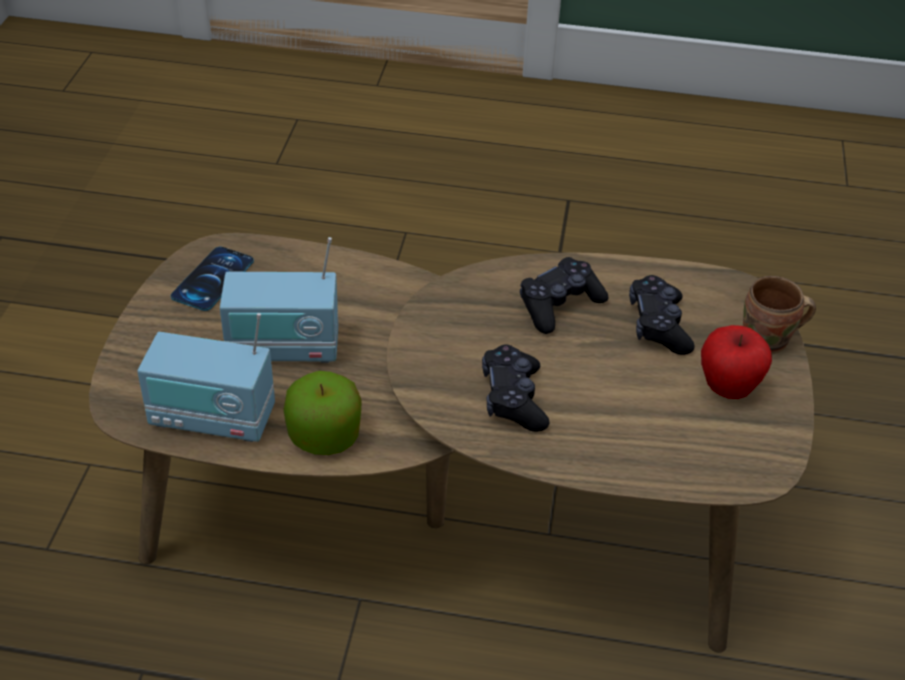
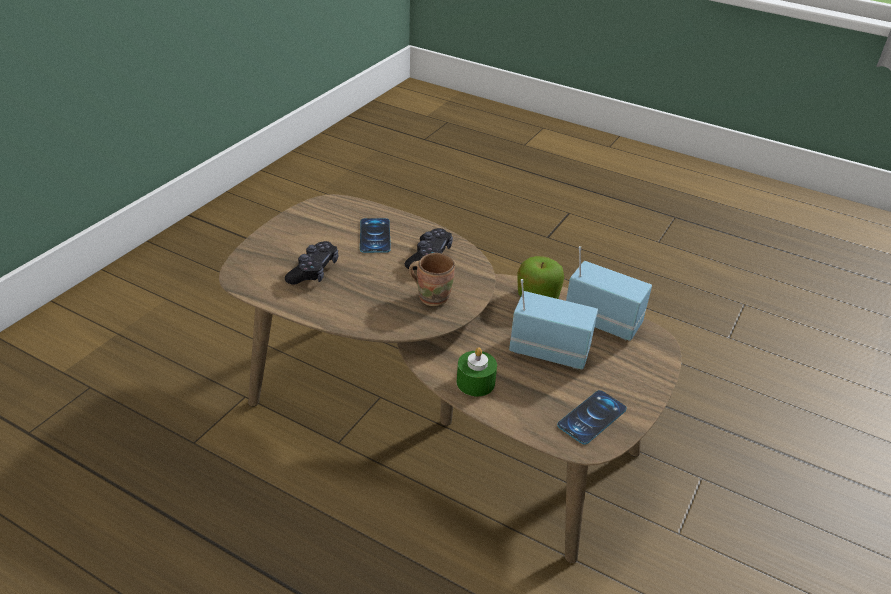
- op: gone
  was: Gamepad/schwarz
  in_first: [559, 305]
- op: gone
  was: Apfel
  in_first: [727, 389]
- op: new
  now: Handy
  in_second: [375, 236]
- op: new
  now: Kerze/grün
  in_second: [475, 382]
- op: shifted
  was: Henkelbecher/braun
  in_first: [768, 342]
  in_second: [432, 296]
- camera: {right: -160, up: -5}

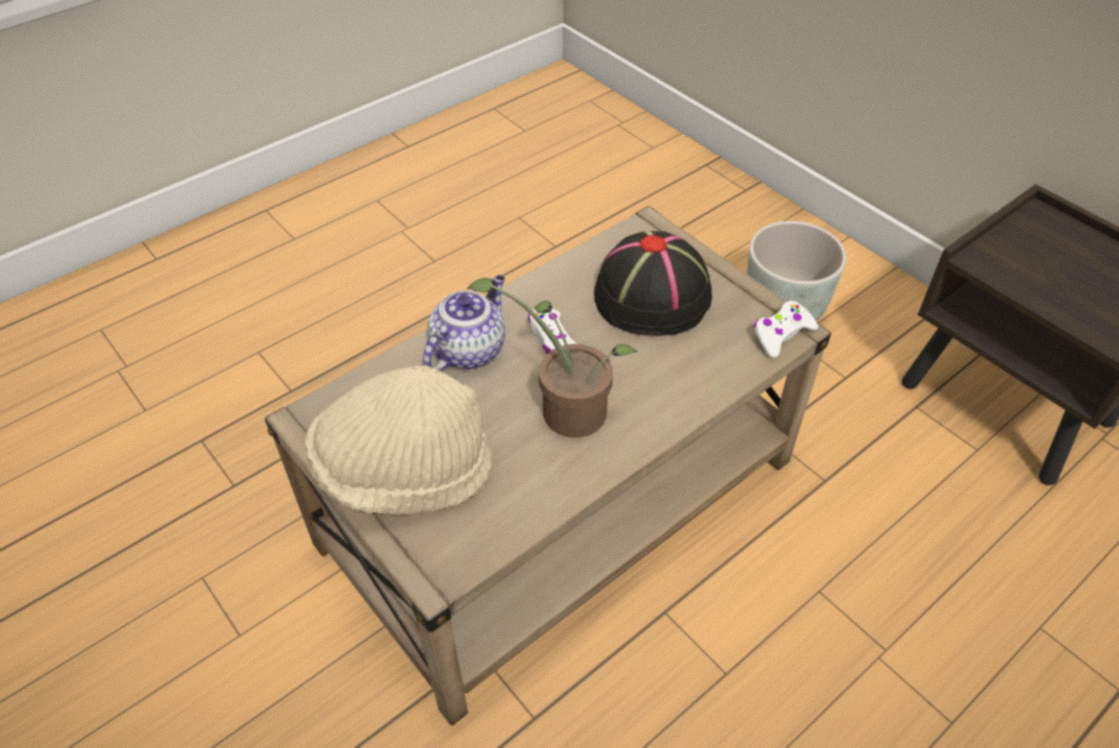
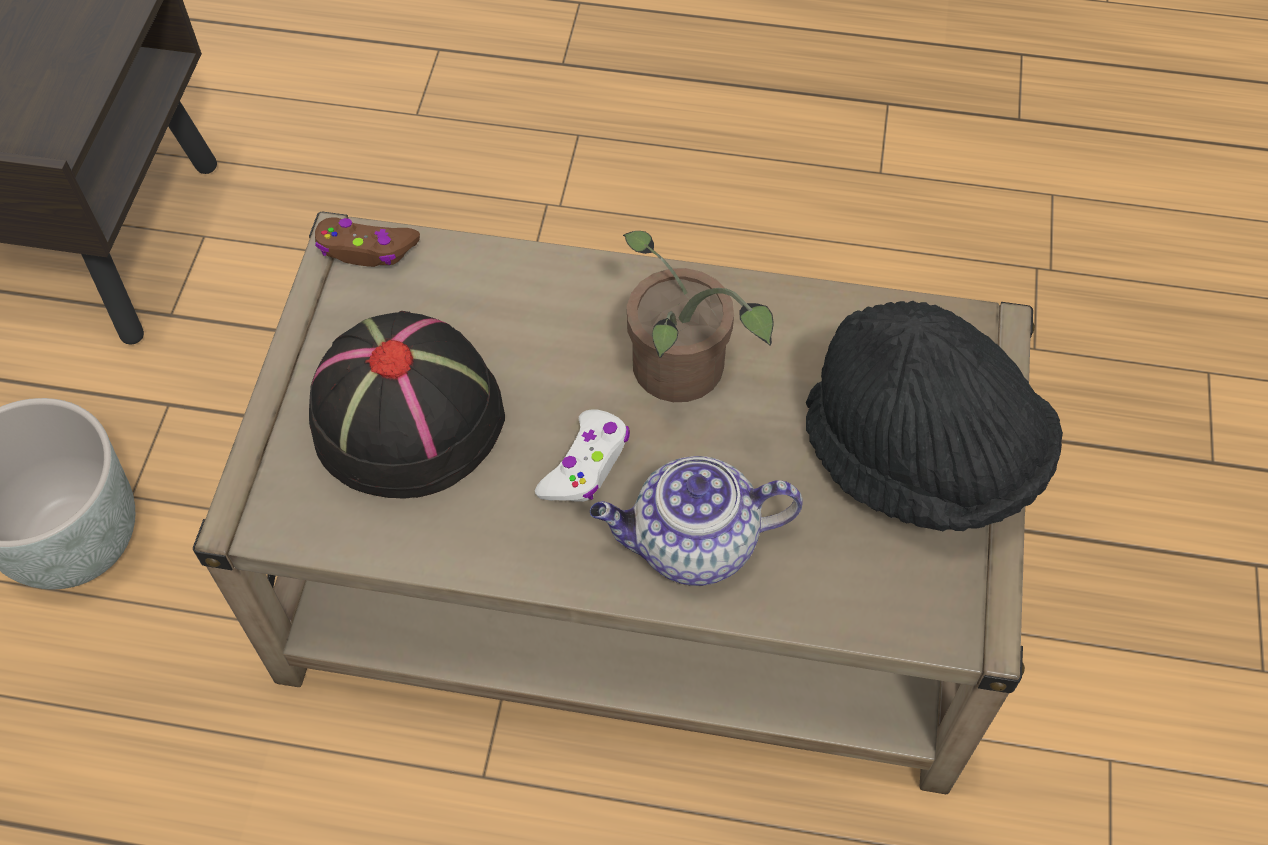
- op: repainted
  was: Hut/beige
  now: Hut/schwarz
  in_first: [404, 472]
  in_second: [921, 457]
- op: repainted
  was: Gamepad/weiß
  now: Gamepad/braun
  in_first: [781, 334]
  in_second: [366, 249]
- camera: {right: -130, up: 10}

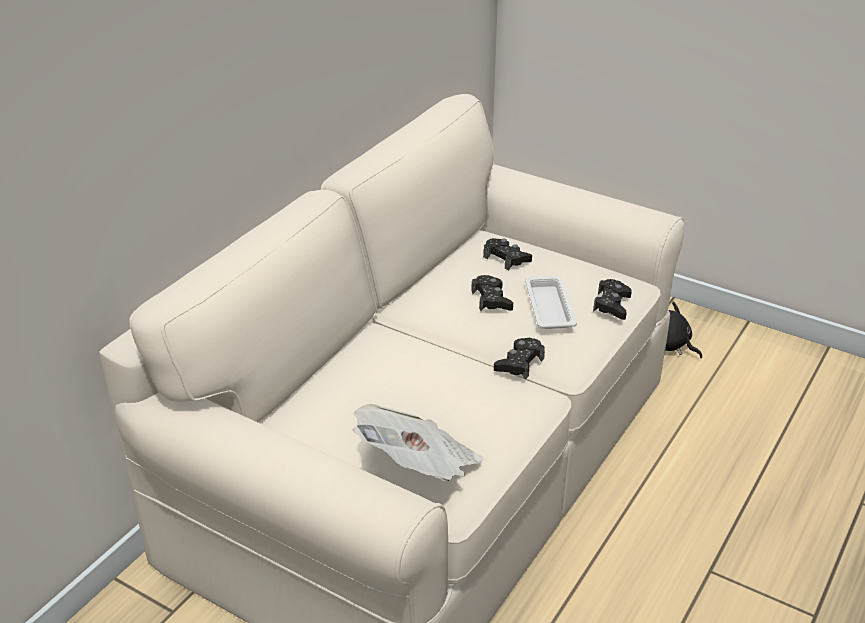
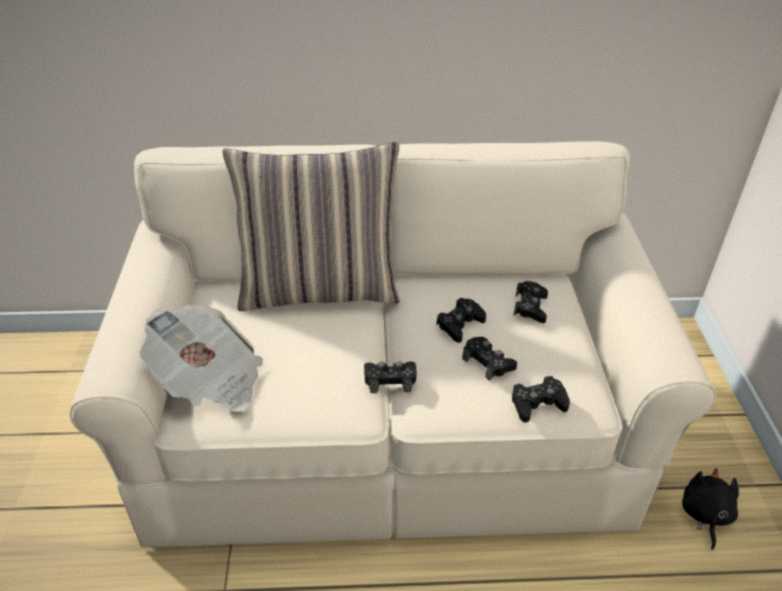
- op: new
  now: Kissen
  in_second: [320, 289]
- op: swapped
  was: Tablett/weiß
  now: Gamepad/schwarz
  in_first: [549, 306]
  in_second: [488, 362]
- camera: {right: 55, up: 5}

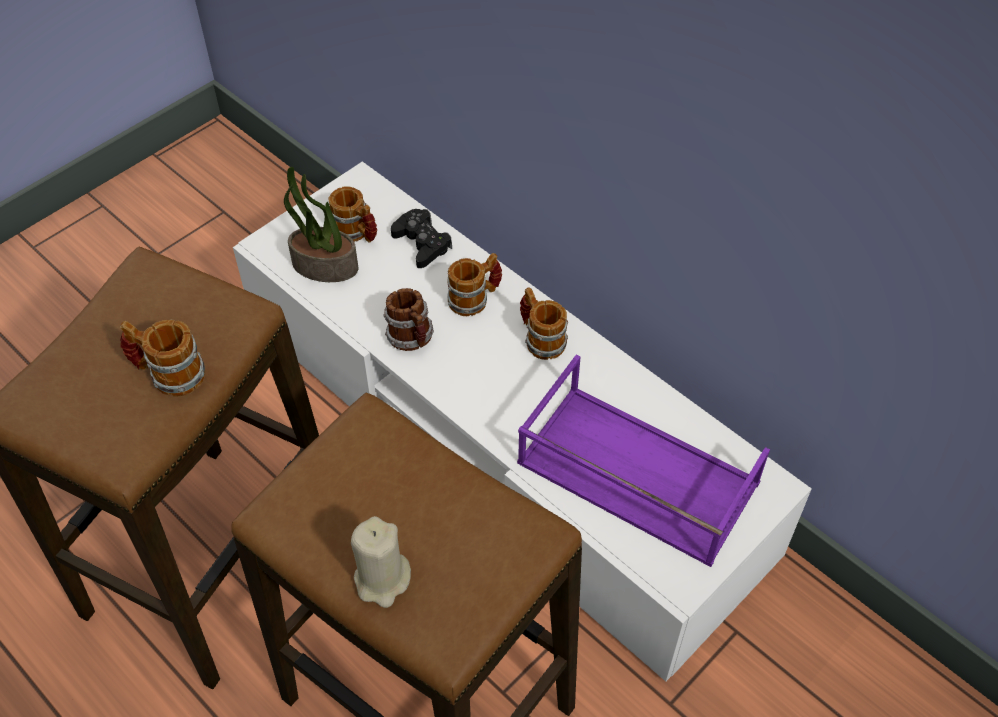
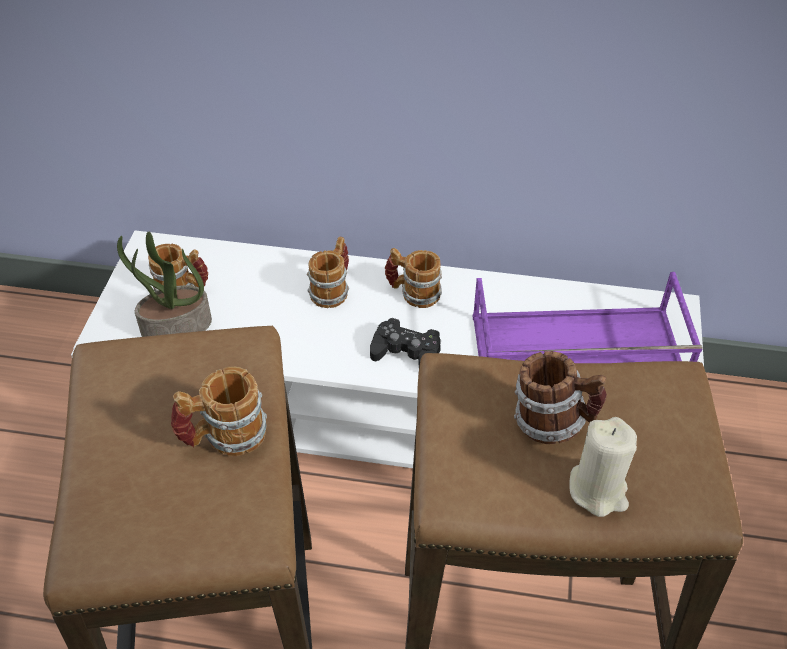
- op: shifted
  was: Henkelbecher
  in_first: [412, 339]
  in_second: [553, 423]
- op: shifted
  was: Gamepad/schwarz
  in_first: [422, 243]
  in_second: [406, 352]
- camera: {right: -35, up: -5}

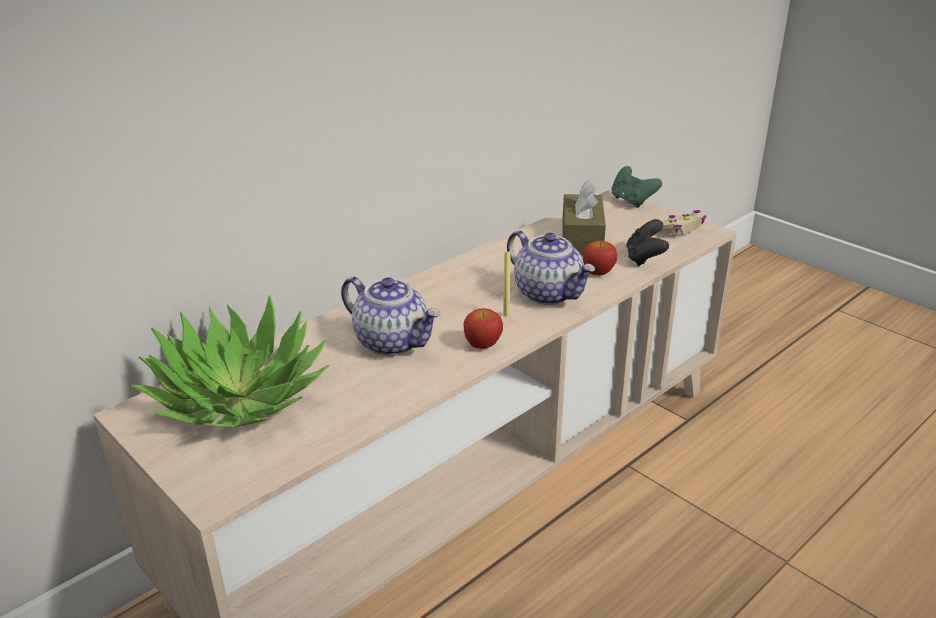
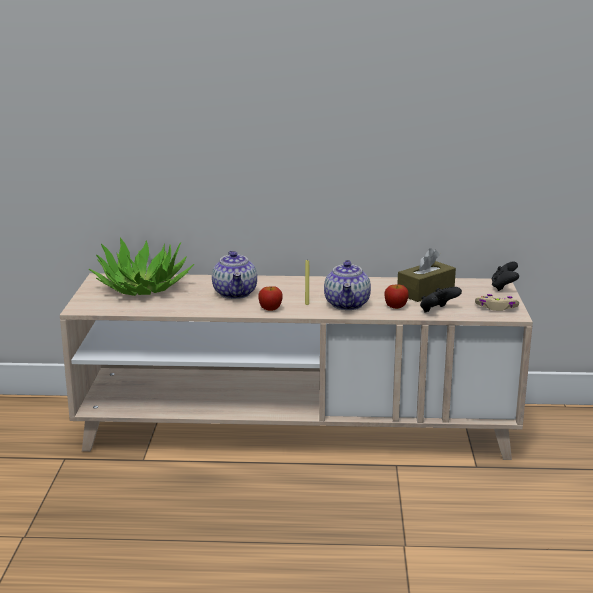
- op: repainted
  was: Gamepad/grün
  now: Gamepad/schwarz
  in_first: [632, 201]
  in_second: [504, 287]
- camera: {right: 45, up: -10}

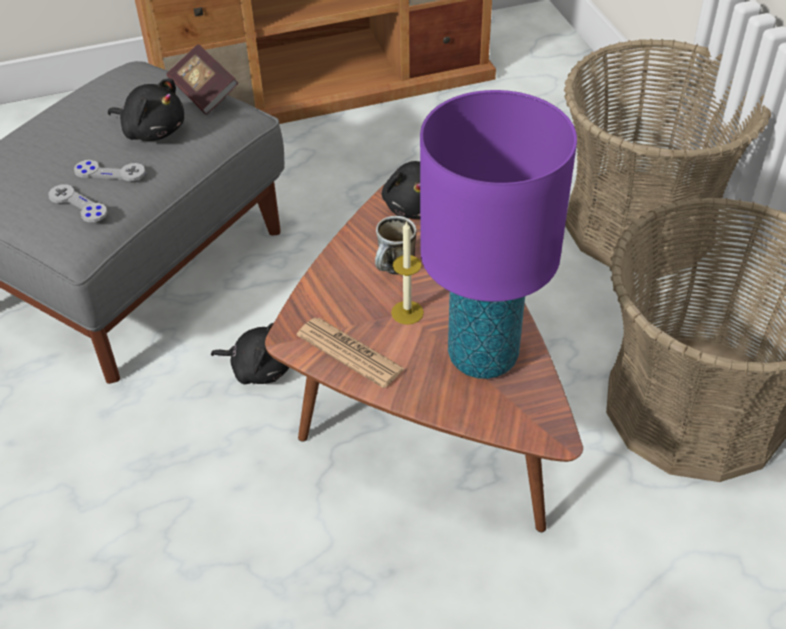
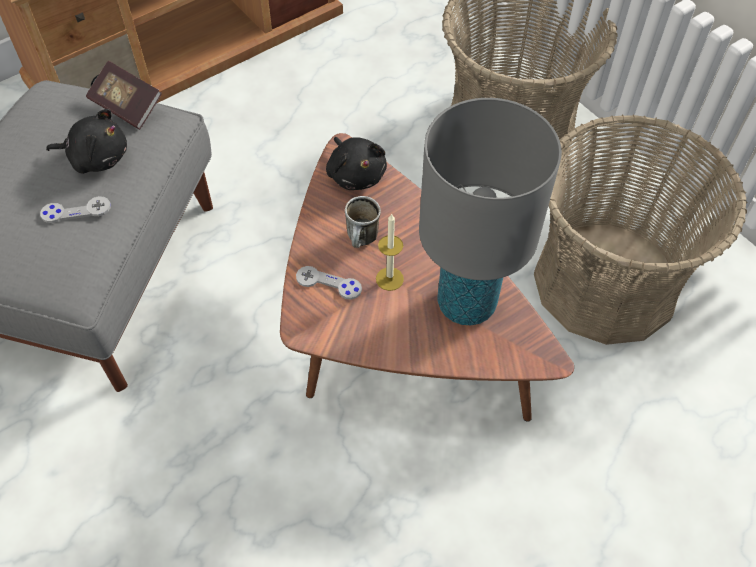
- op: gone
  was: Plüschtier/schwarz
  in_first: [259, 368]
- op: gone
  was: Zeitung
  in_first: [350, 352]
- op: shifted
  was: Gamepad/grau
  in_first: [78, 205]
  in_second: [328, 283]
- op: repainted
  was: Tischlampe/lila
  now: Tischlampe/grau
  in_first: [482, 356]
  in_second: [466, 303]
- camera: {right: -20, up: 10}

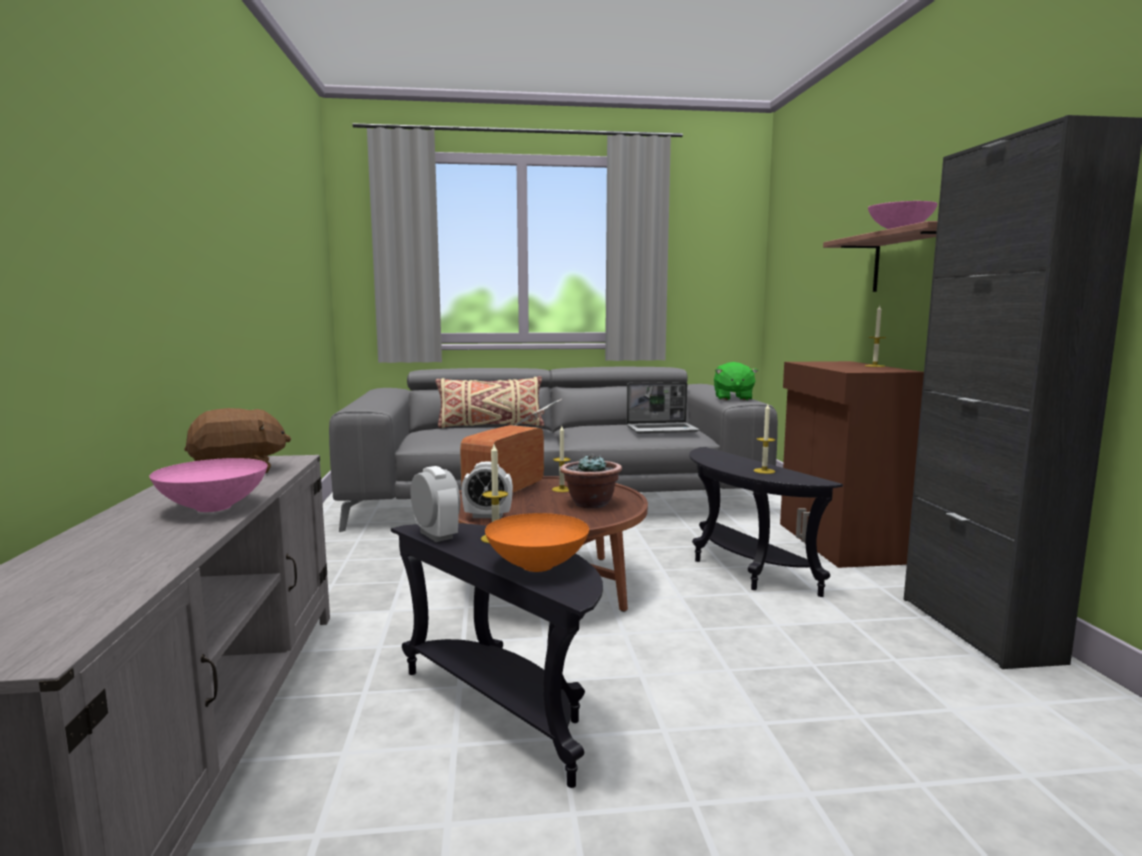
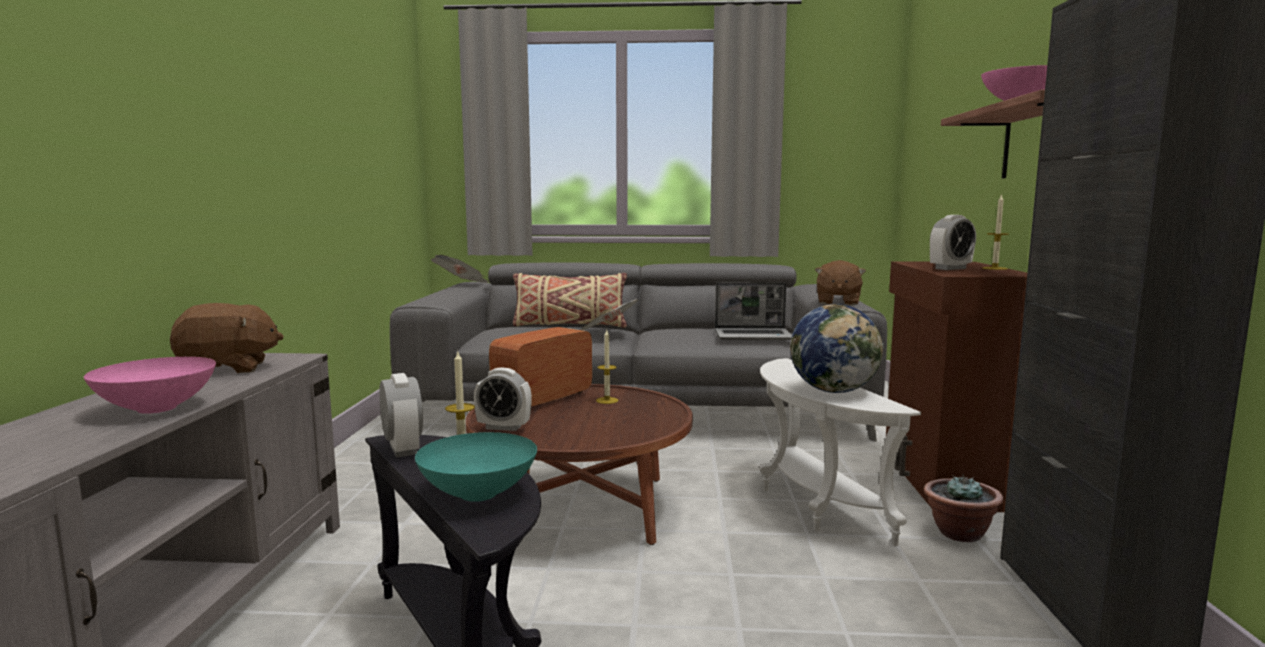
- op: new
  now: Zeitung
  in_second: [462, 284]
- op: new
  now: Wecker
  in_second: [950, 268]
- op: shifted
  was: Topfpflanze
  in_first: [590, 503]
  in_second: [959, 533]
- op: swapped
  was: Kerze
  now: Globus
  in_first: [764, 471]
  in_second: [834, 391]
- op: repainted
  was: Schüssel/orange
  now: Schüssel/türkis
  in_first: [538, 566]
  in_second: [478, 495]
- op: repainted
  was: Beistelltisch/schwarz
  now: Beistelltisch/weiß
  in_first: [742, 570]
  in_second: [813, 505]
- op: repainted
  was: Plüschtier/grün
  now: Plüschtier/braun
  in_first: [732, 398]
  in_second: [837, 302]
- camera: {right: 10, up: 0}

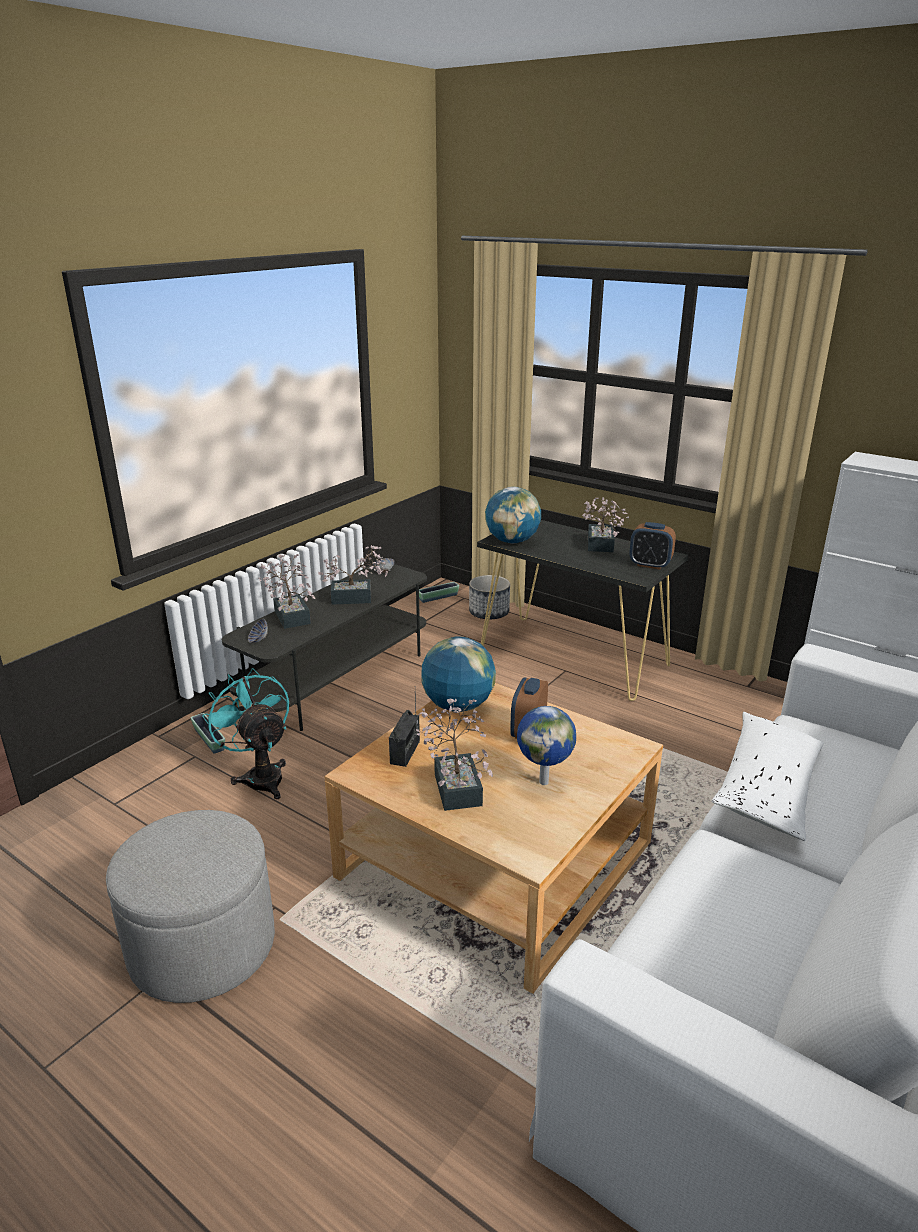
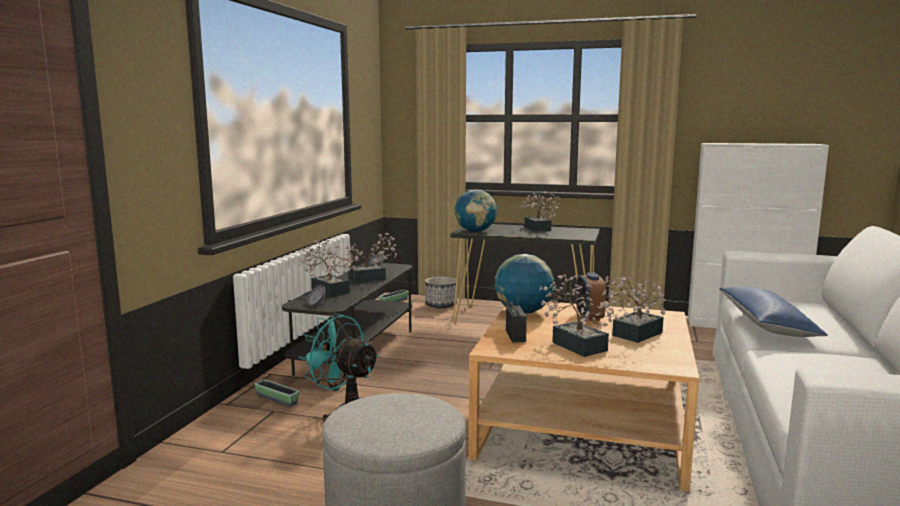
- op: gone
  was: Wecker
  in_first: [650, 565]
- op: swapped
  was: Globus
  now: Topfpflanze
  in_first: [544, 781]
  in_second: [633, 335]
- op: repainted
  was: Kissen/weiß
  now: Kissen/blau
  in_first: [767, 787]
  in_second: [766, 324]
- camera: {right: -20, up: -15}

